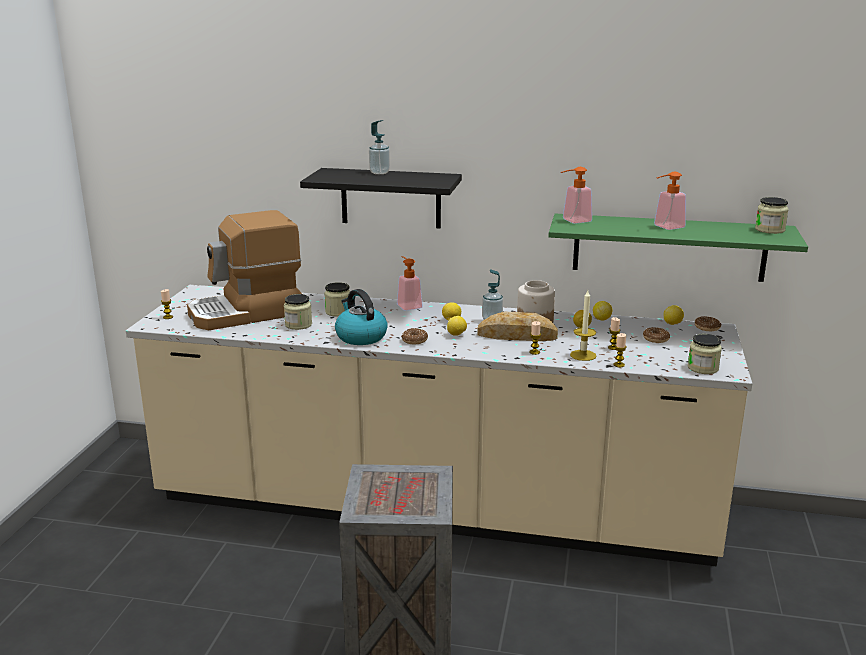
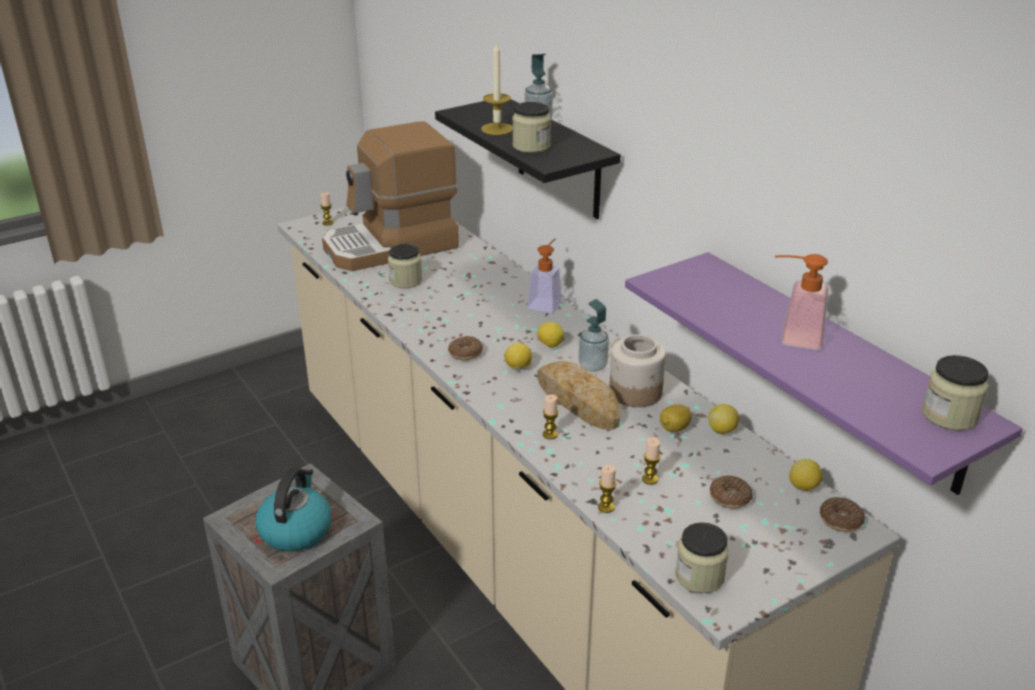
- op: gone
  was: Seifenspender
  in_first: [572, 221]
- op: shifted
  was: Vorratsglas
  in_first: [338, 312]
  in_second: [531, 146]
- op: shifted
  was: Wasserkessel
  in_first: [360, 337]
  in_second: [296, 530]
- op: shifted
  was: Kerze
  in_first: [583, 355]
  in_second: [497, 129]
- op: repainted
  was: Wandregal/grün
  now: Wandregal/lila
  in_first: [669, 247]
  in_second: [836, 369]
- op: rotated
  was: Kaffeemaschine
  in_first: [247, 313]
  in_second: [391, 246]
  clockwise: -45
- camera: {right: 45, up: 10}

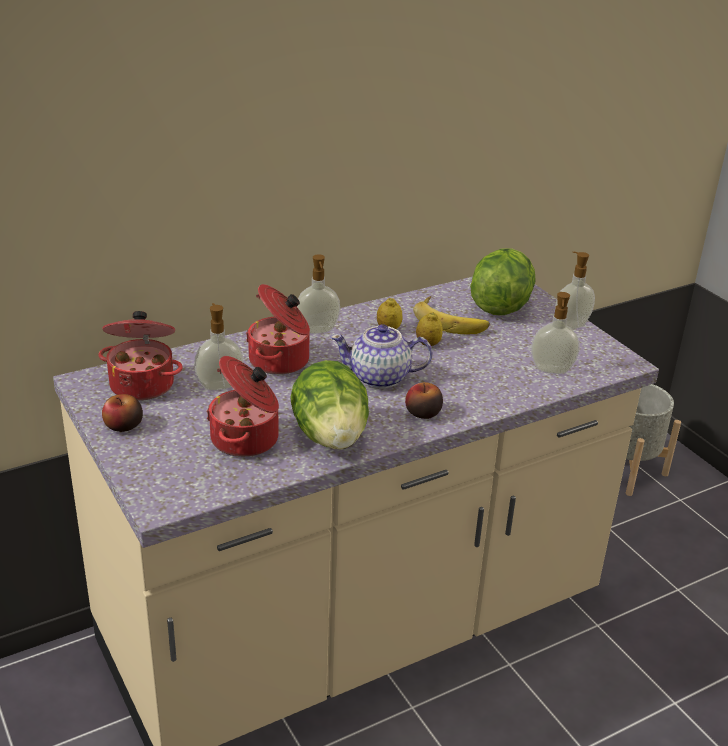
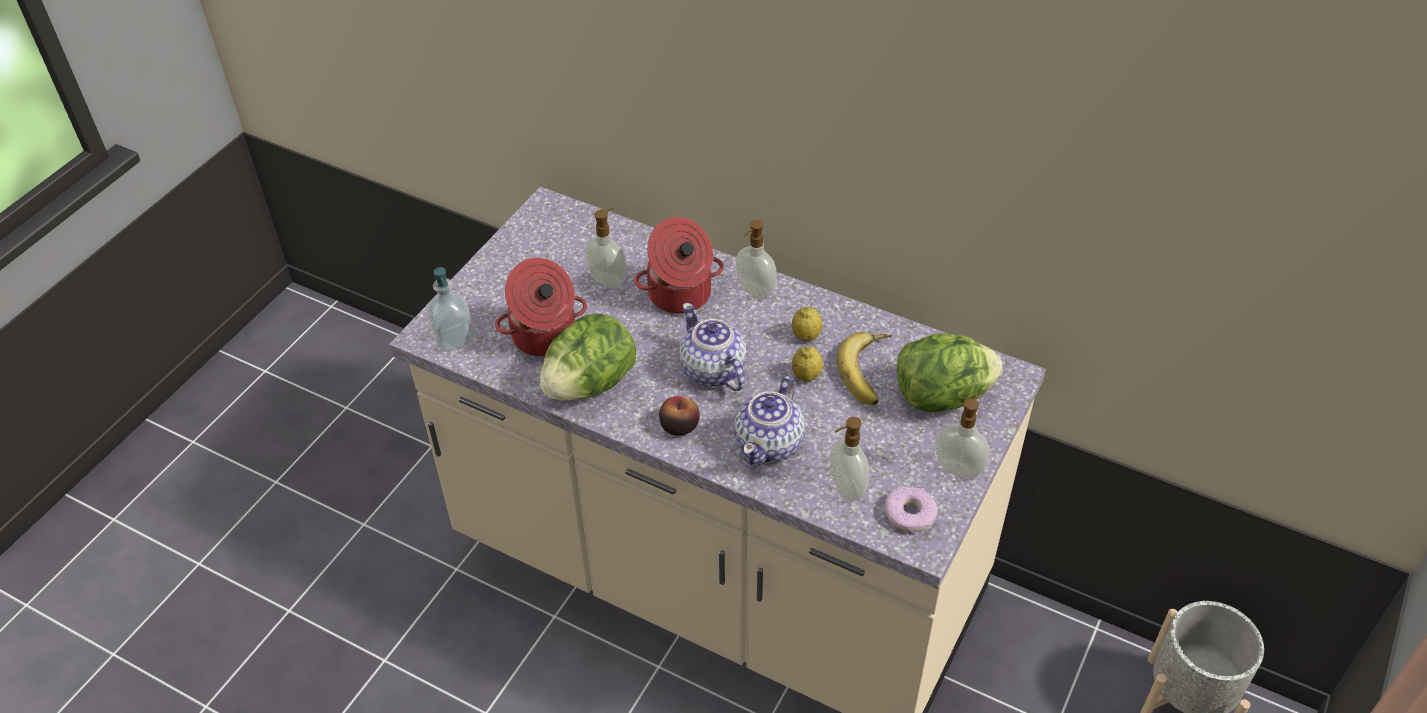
- op: gone
  was: Kochtopf
  in_first: [143, 384]
- op: gone
  was: Apfel
  in_first: [123, 426]
- op: new
  now: Seifenspender
  in_second: [454, 337]
- op: new
  now: Teekanne
  in_second: [770, 444]
- op: new
  now: Donut
  in_second: [909, 515]
- camera: {right: 60, up: 15}

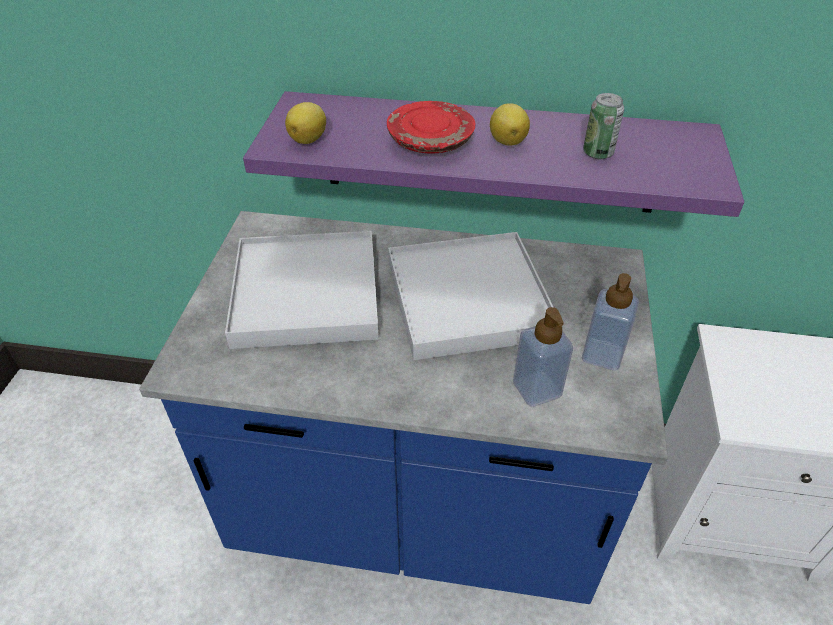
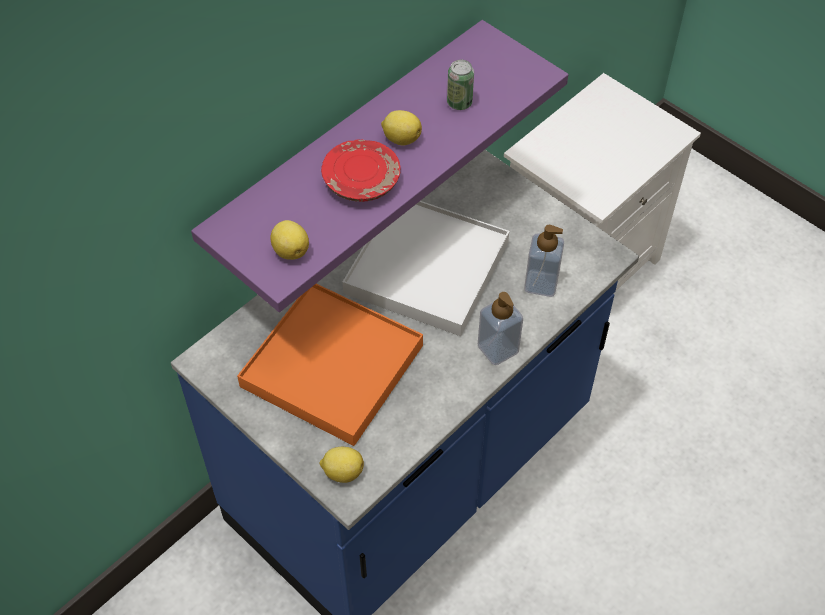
- op: new
  now: Zitrone
  in_second: [342, 472]
- op: shifted
  was: Seifenspender
  in_first: [602, 355]
  in_second: [498, 349]
- op: repainted
  was: Tablett/weiß
  now: Tablett/orange
  in_first: [306, 294]
  in_second: [332, 366]
- camera: {right: -55, up: 10}

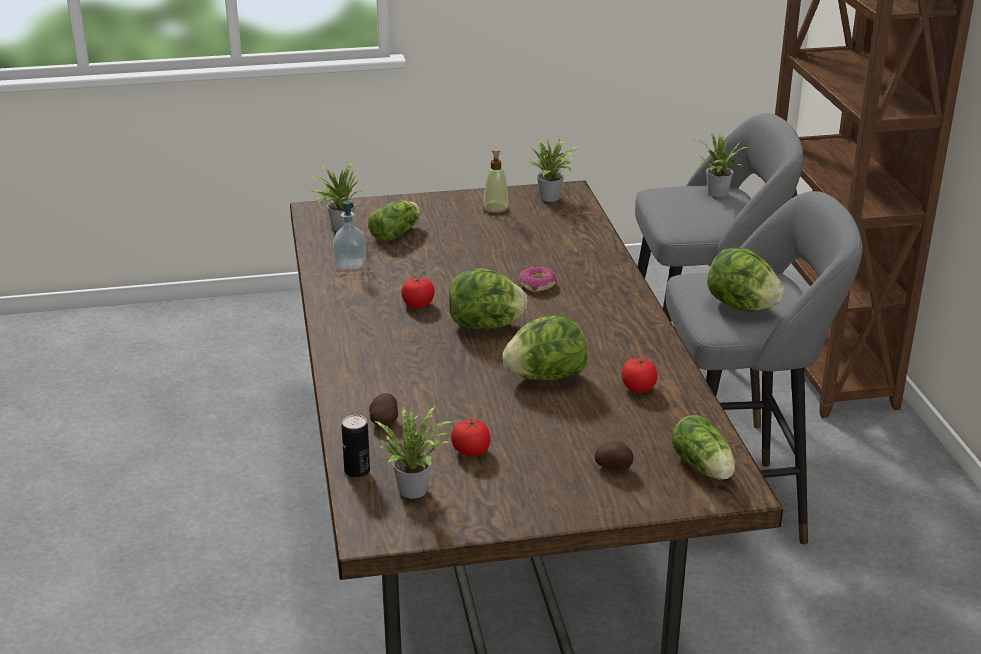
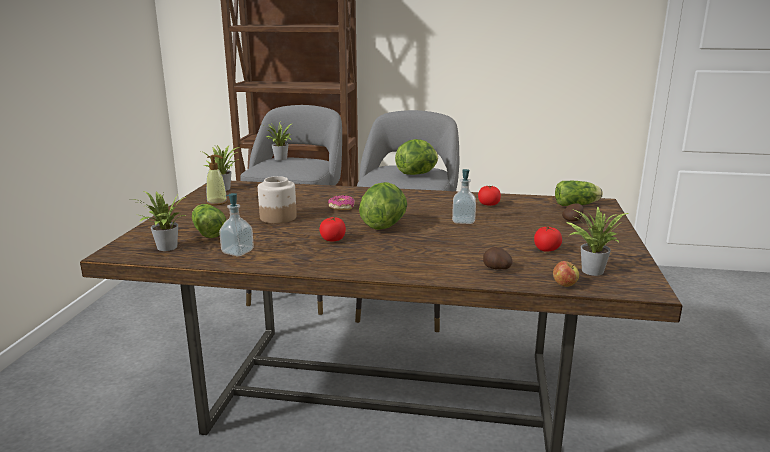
- op: new
  now: Vorratsglas
  in_second: [277, 217]
- op: swapped
  was: Dose
  now: Apfel
  in_first: [357, 471]
  in_second: [564, 285]
- op: swapped
  was: Salatkopf
  now: Seifenspender
  in_first: [545, 377]
  in_second: [463, 221]
- camera: {right: -70, up: -10}

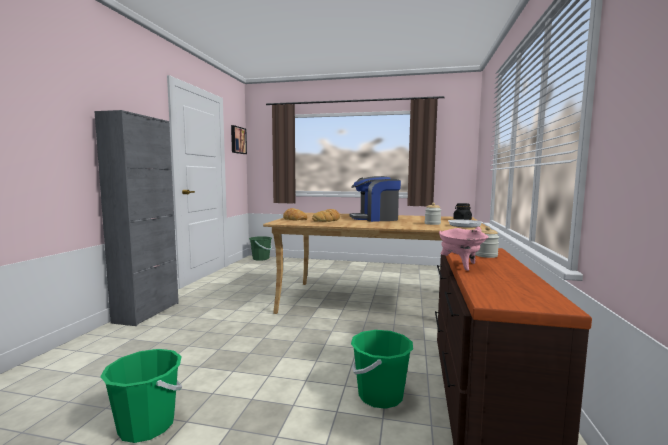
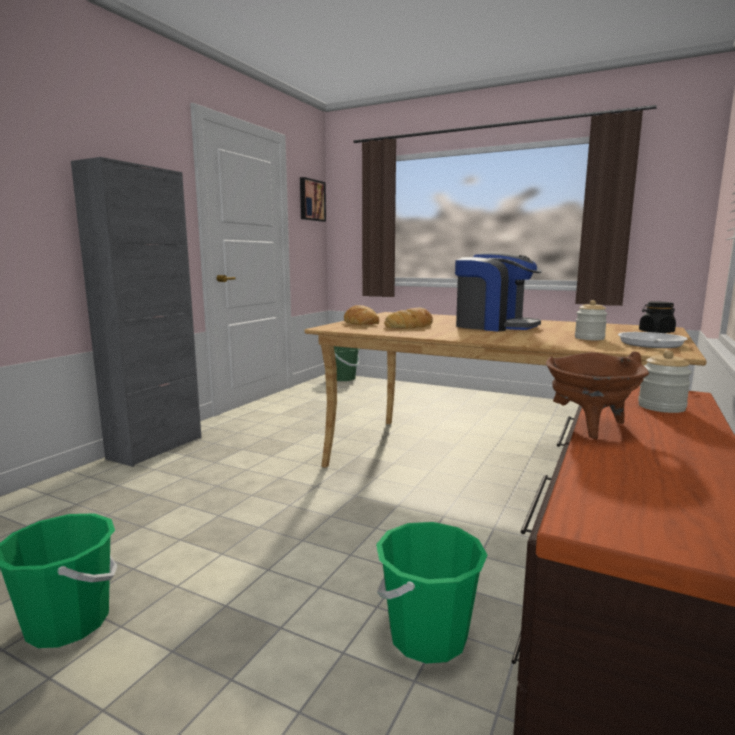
- op: repainted
  was: Kochtopf/rosa
  now: Kochtopf/braun
  in_first: [460, 266]
  in_second: [589, 427]
- op: rotated
  was: Kaffeemaschine
  in_first: [375, 219]
  in_second: [494, 326]
  clockwise: -150
- camera: {right: 15, up: 5}

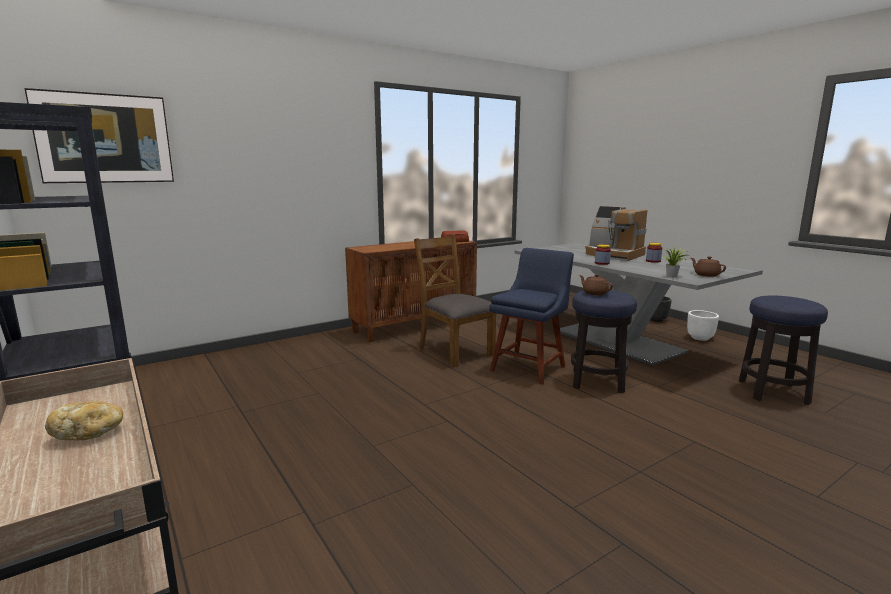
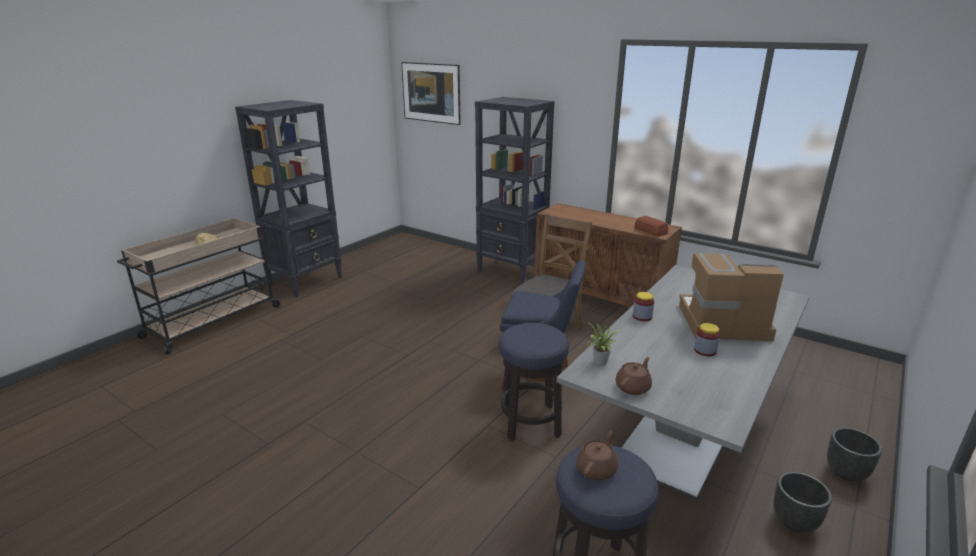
- op: new
  now: Bücherregal/schwarz
  in_second: [512, 271]
- op: shifted
  was: Teekanne/braun
  in_first: [594, 293]
  in_second: [597, 469]
- op: repainted
  was: Pflanzkübel/weiß
  now: Pflanzkübel/schwarz
  in_first: [700, 338]
  in_second: [795, 522]
- op: rotated
  was: Kaffeemaschine
  in_first: [614, 255]
  in_second: [722, 323]
  clockwise: 75
- camera: {right: 70, up: 10}

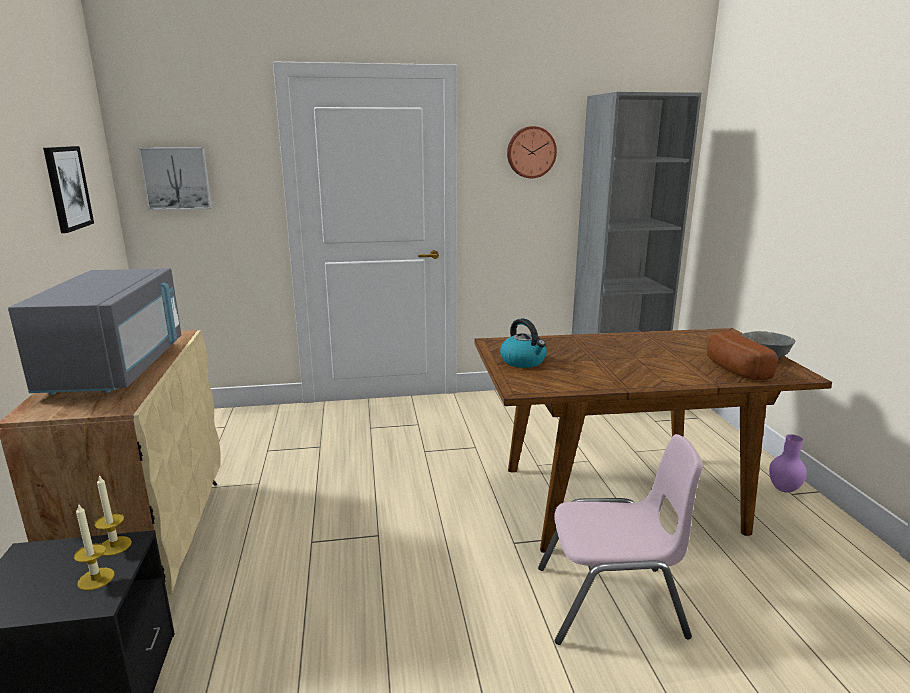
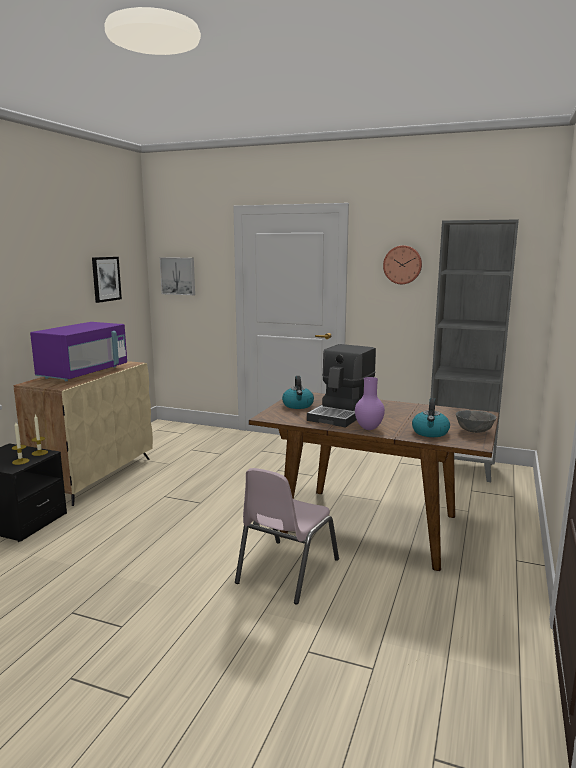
- op: new
  now: Kaffeemaschine
  in_second: [342, 414]
- op: shifted
  was: Vase/lila
  in_first: [784, 490]
  in_second: [368, 429]
- op: swapped
  was: Brot
  now: Wasserkessel
  in_first: [733, 369]
  in_second: [430, 432]
- op: repainted
  was: Mikrowelle/grau
  now: Mikrowelle/lila
  in_first: [116, 369]
  in_second: [84, 373]
- op: rotated
  was: Stuhl/rosa
  in_first: [610, 603]
  in_second: [286, 571]
  clockwise: 90
- camera: {right: 30, up: -5}

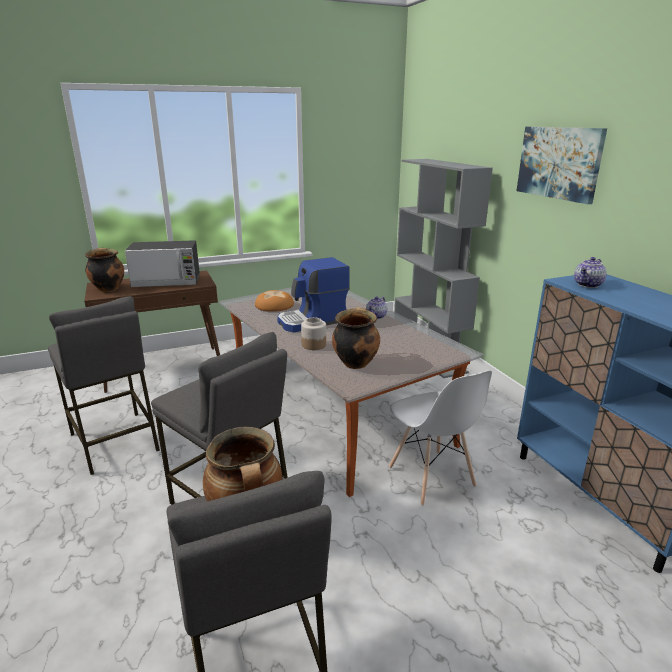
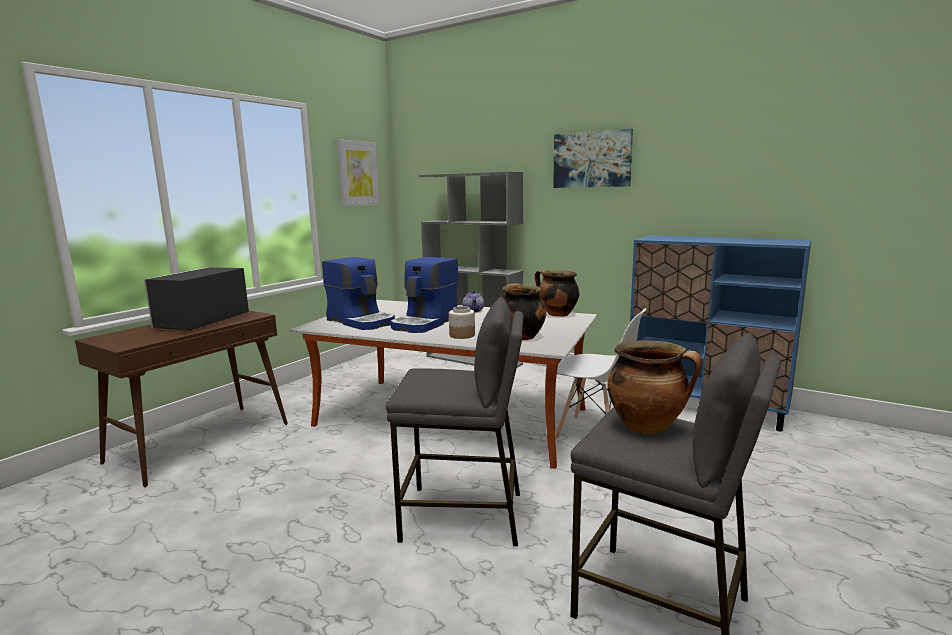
- op: gone
  was: Hocker/grau
  in_first: [114, 442]
- op: gone
  was: Teekanne
  in_first: [588, 285]
- op: new
  now: Bild
  in_second: [358, 173]
- op: shifted
  was: Kochtopf
  in_first: [108, 289]
  in_second: [556, 314]
- op: swapped
  was: Brot
  now: Kaffeemaschine
  in_first: [274, 305]
  in_second: [362, 321]
- op: rotated
  was: Mikrowelle
  in_first: [167, 282]
  in_second: [202, 321]
  clockwise: 150
- camera: {right: -35, up: -10}

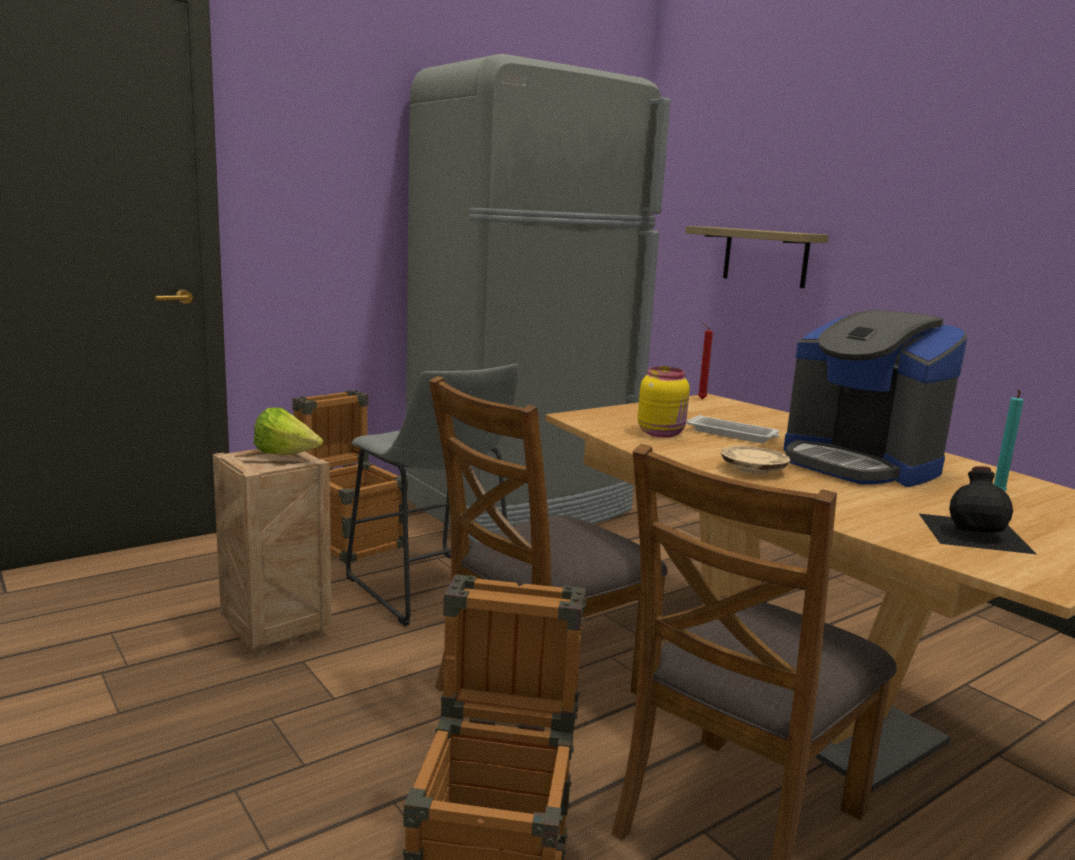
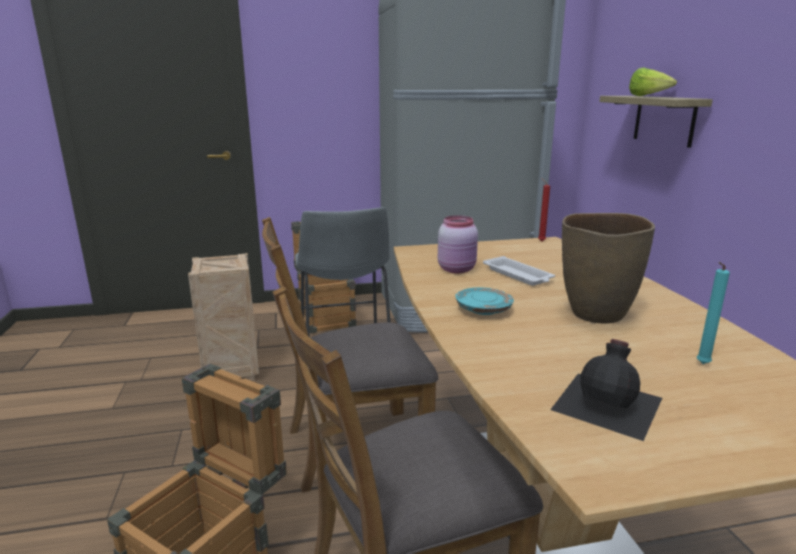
- op: shifted
  was: Salatkopf
  in_first: [287, 456]
  in_second: [648, 96]
- op: swapped
  was: Kaffeemaschine
  now: Vase/braun
  in_first: [859, 464]
  in_second: [596, 314]
- op: repainted
  was: Vorratsglas/gelb
  now: Vorratsglas/rosa
  in_first: [662, 433]
  in_second: [457, 269]
- op: repainted
  was: Teller/beige
  now: Teller/türkis
  in_first: [753, 470]
  in_second: [483, 310]
- camera: {right: 25, up: 5}

